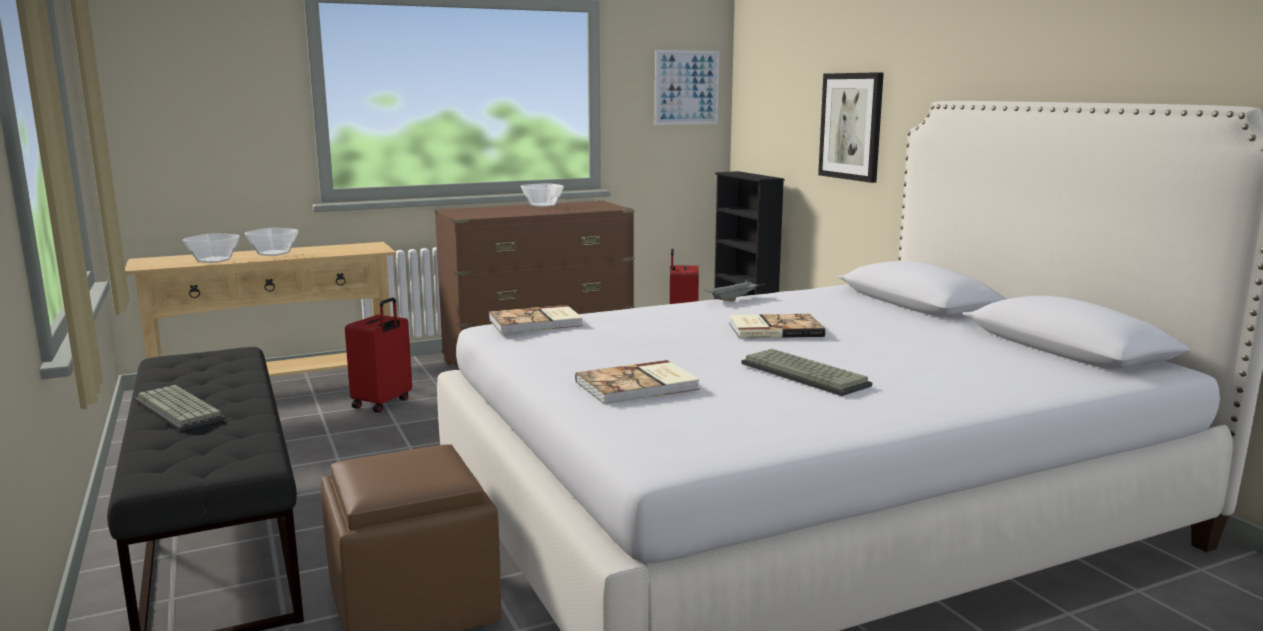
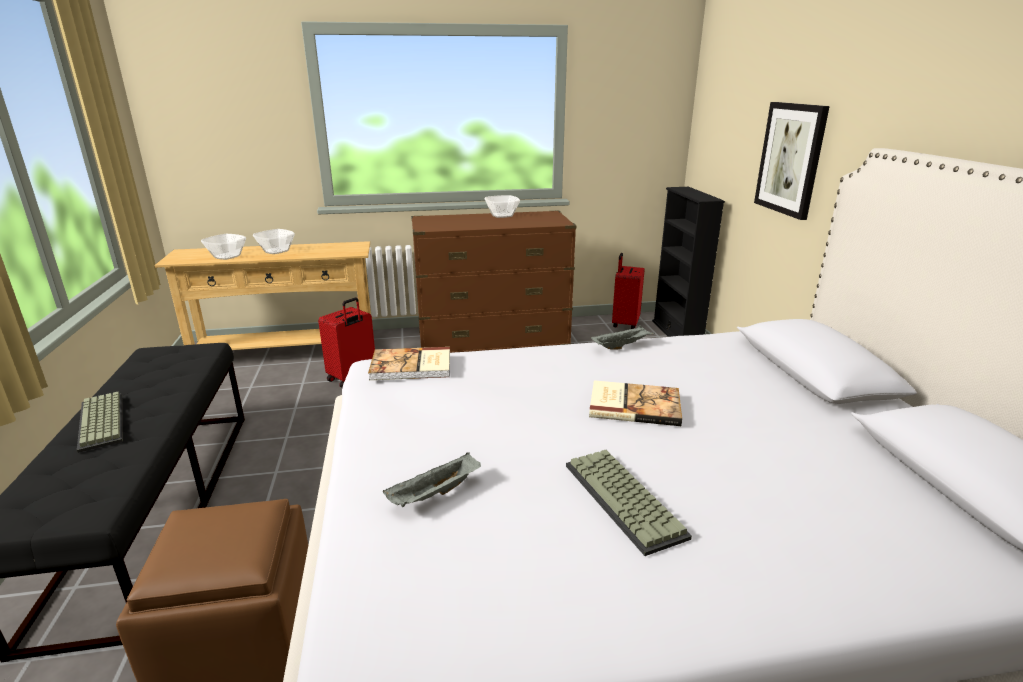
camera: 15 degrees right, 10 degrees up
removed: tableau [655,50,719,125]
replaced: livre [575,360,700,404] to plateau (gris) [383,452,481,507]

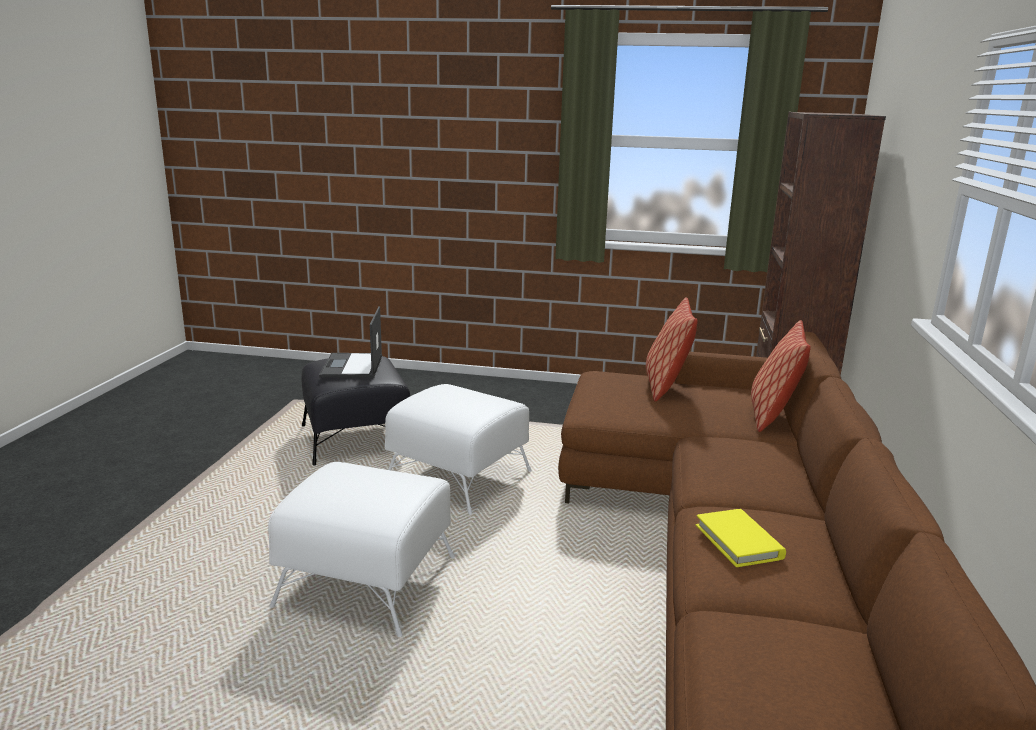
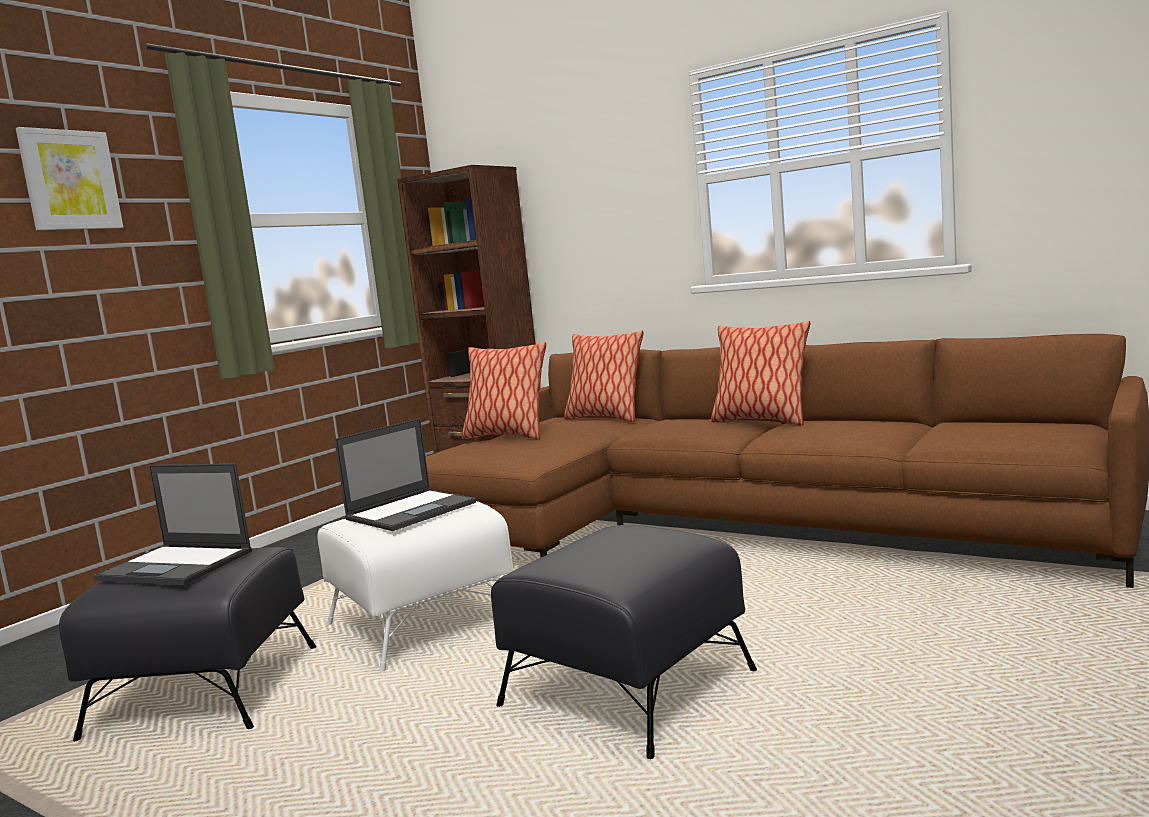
camera: 65 degrees left, 10 degrees down
removed: livre (jaune) [696,509,786,567]
added: tableau [16,127,123,230]; ordinateur portable [334,418,476,531]; coussin [711,321,810,425]
recoloured: pouf (blanc) [268,462,455,637] to pouf (noir) [491,525,757,759]

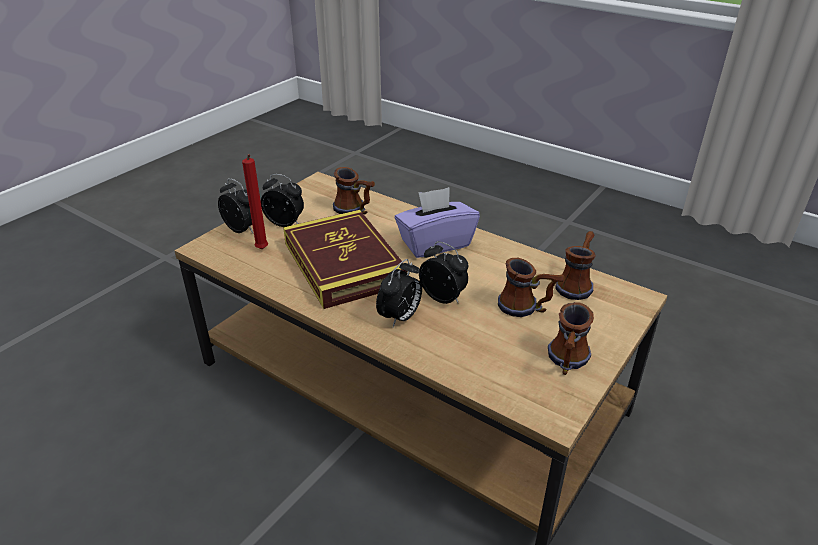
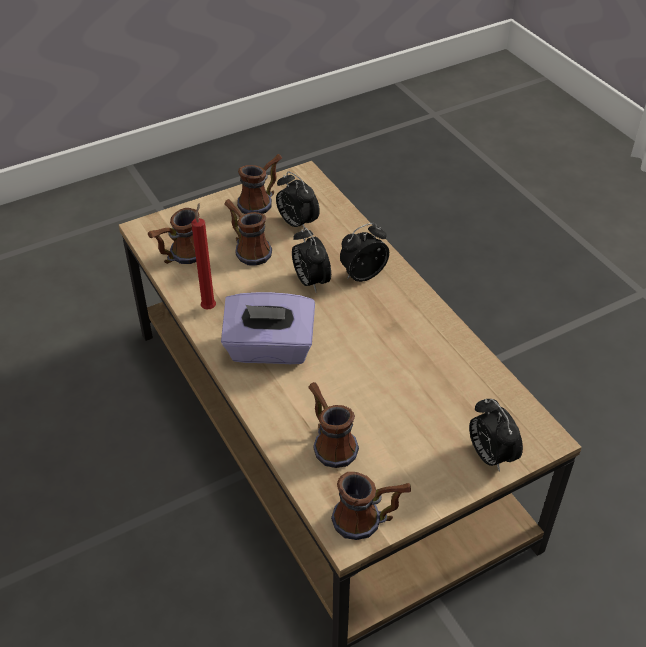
camera: 155 degrees left, 10 degrees up
removed: livre [283,210,408,309]
added: mug [331,472,411,540]
moved: bougie (rouge) [242,154,268,249] to [192,203,216,310]; réveil [261,174,304,227] to [276,171,320,230]

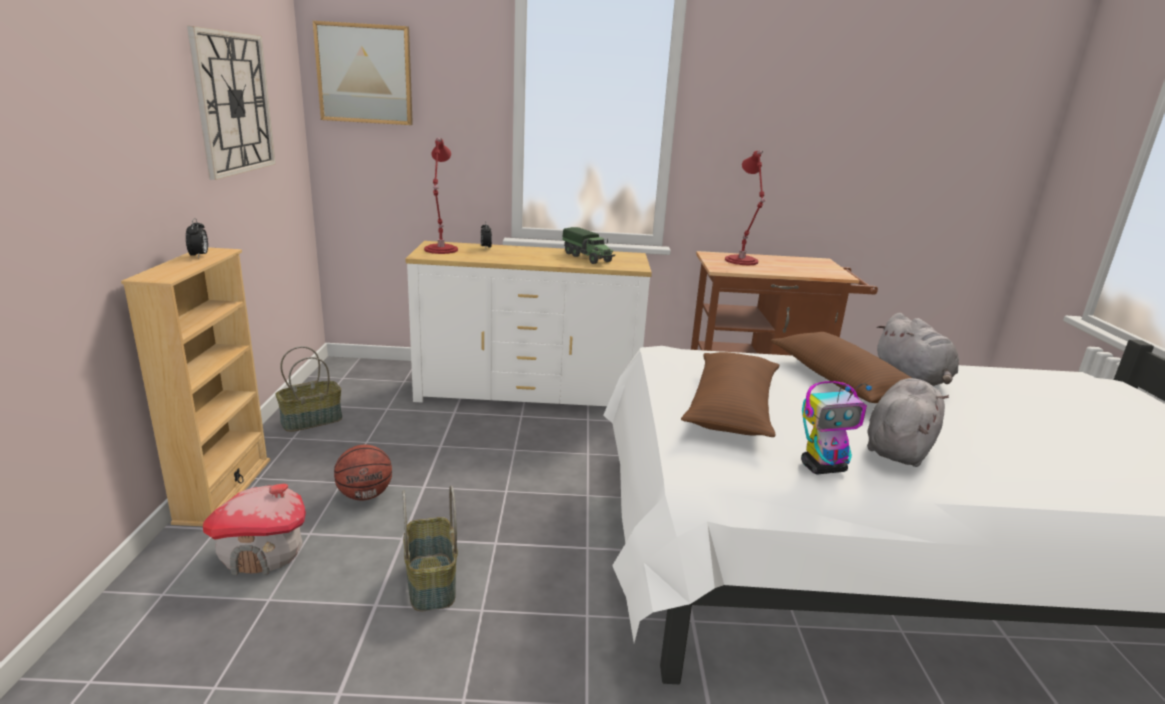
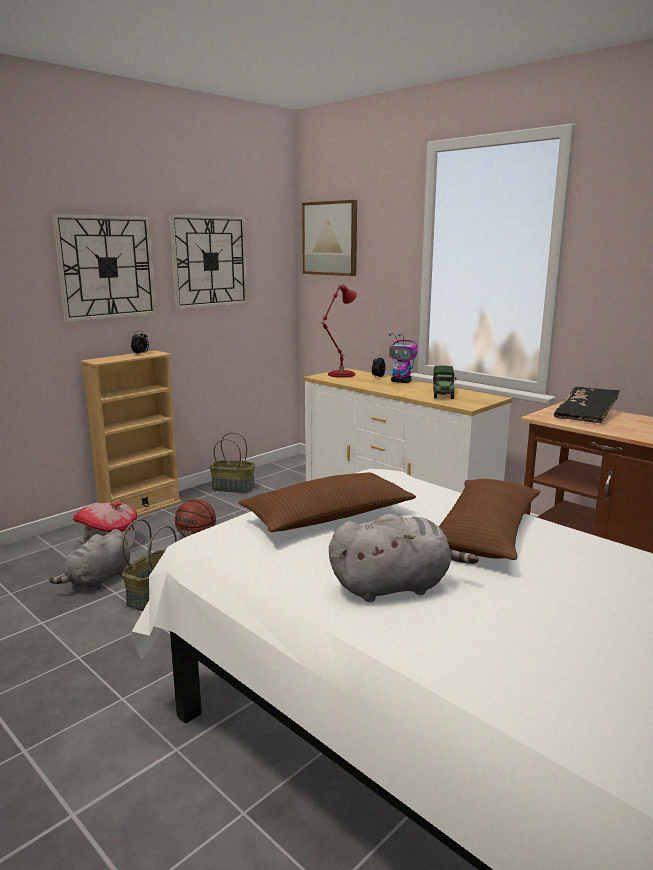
camera: 45 degrees right, 5 degrees down
added: horloge murale [52,214,157,322]
moved: peluche (gris) [876,313,959,386] to [49,529,130,590]; robot jouet [801,381,872,475] to [389,333,417,383]
replaced: lampe de table (rouge) [725,150,766,265] to livre (noir) [554,387,620,423]

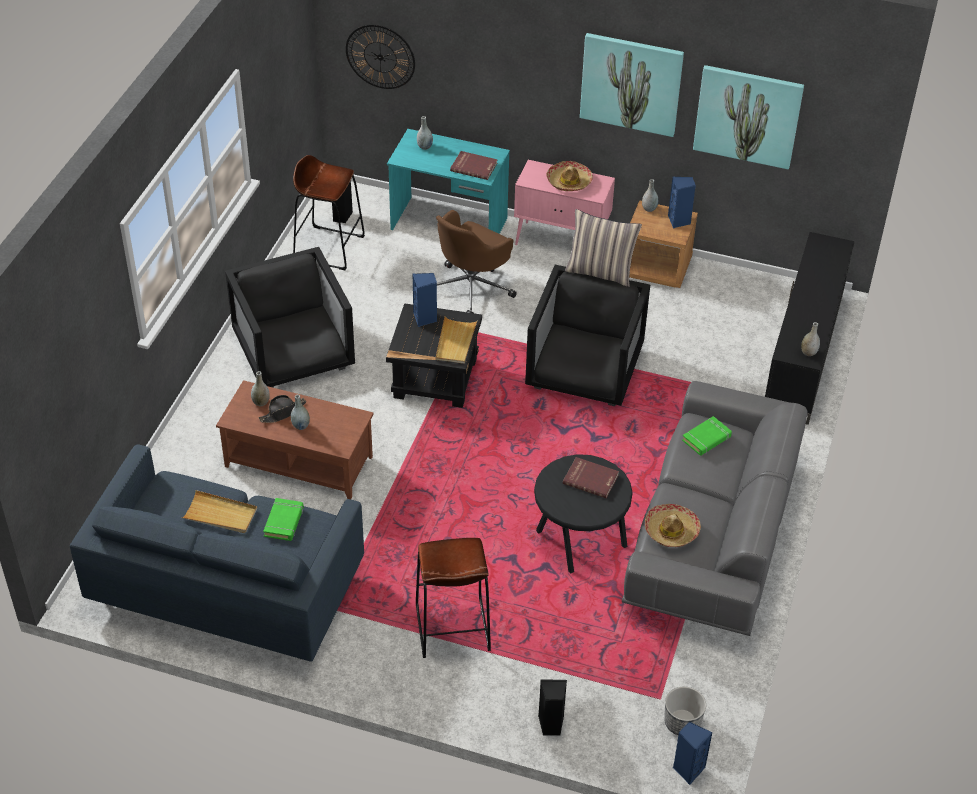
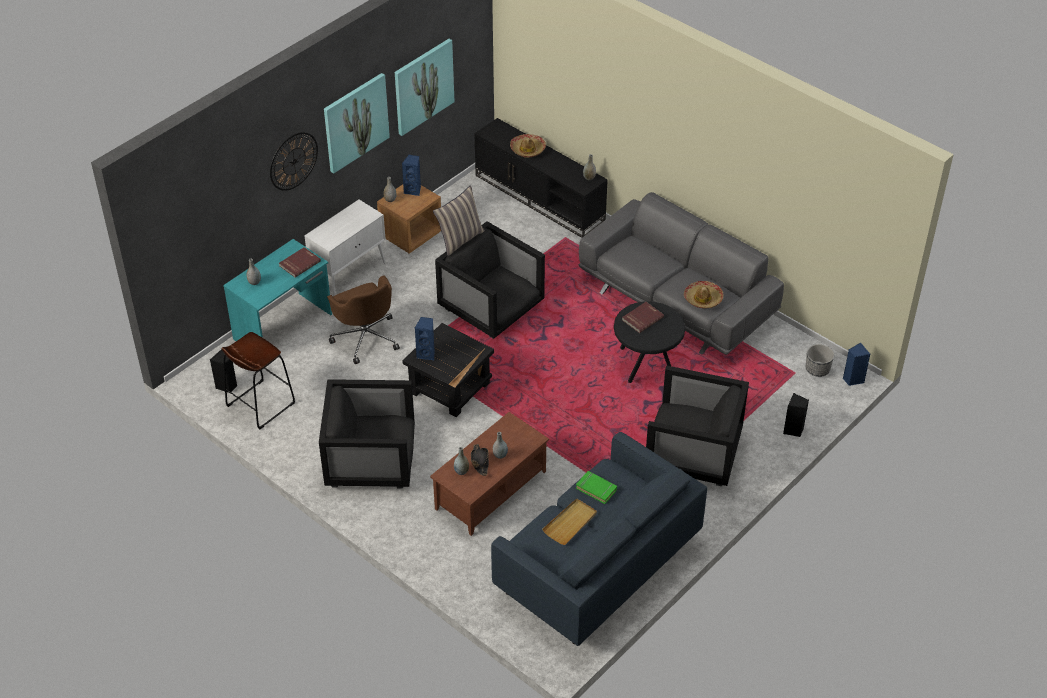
camera: 65 degrees left, 0 degrees up
removed: plateau (beige) [436,316,478,364]; livre (vert) [682,416,732,456]
moved: horloge murale [346,25,415,89] to [270,132,318,191]; chapeau [546,161,593,191] to [510,134,546,158]
replaced: tabouret (marron) [416,538,491,658] to fauteuil (noir) [646,366,749,486]
recoloured: meuble de rangement (rose) [514,160,615,245] to meuble de rangement (blanc) [305,200,386,296]

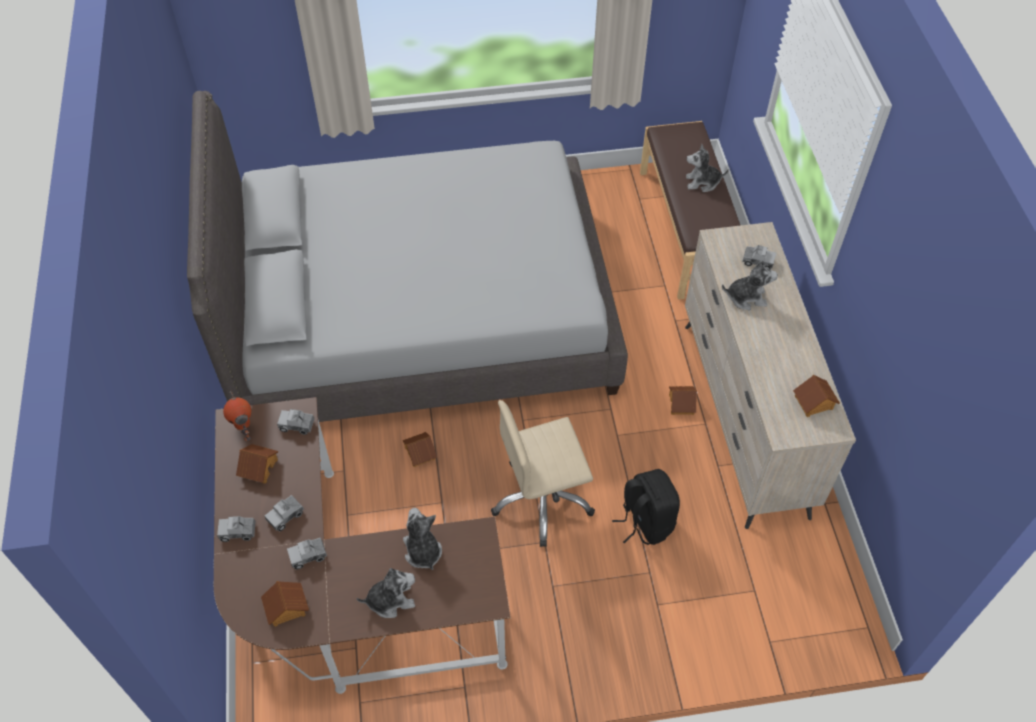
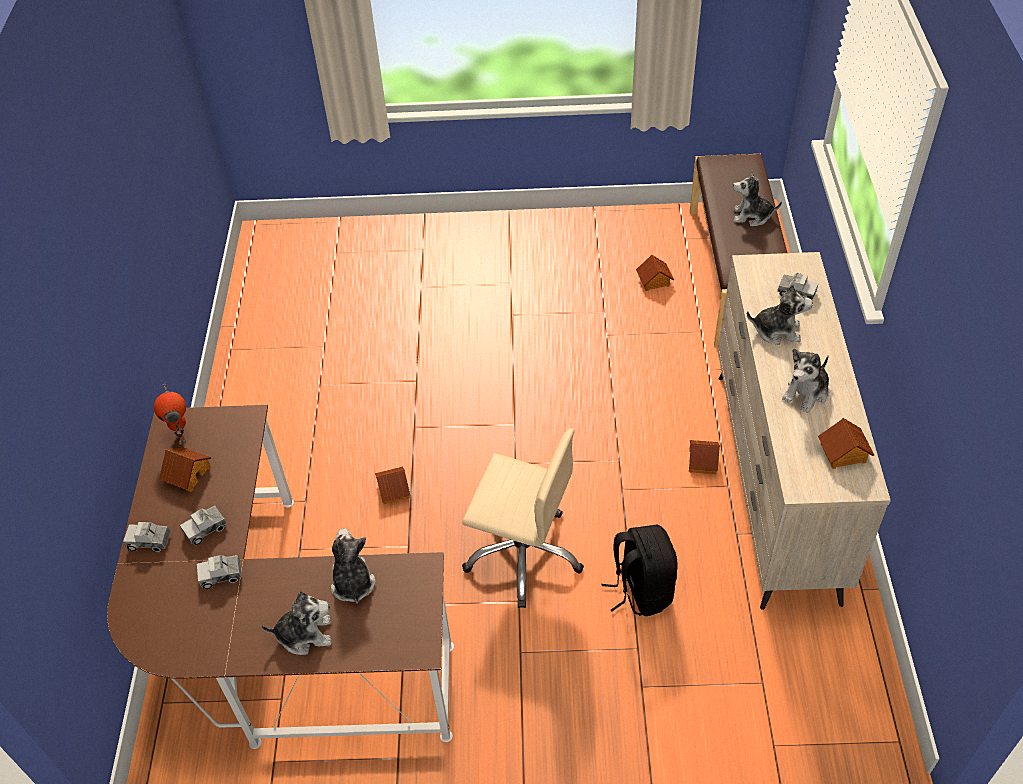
camera: 10 degrees right, 5 degrees down
removed: lit (gris) [187,91,628,422]; camion jouet [277,409,315,435]
added: peluche [782,349,829,413]
moved: maison miniature [261,581,309,627] to [636,255,674,291]
turned: chaise de bureau (beige) [491,400,595,547] = [462,428,584,608] 150 degrees counterclockwise

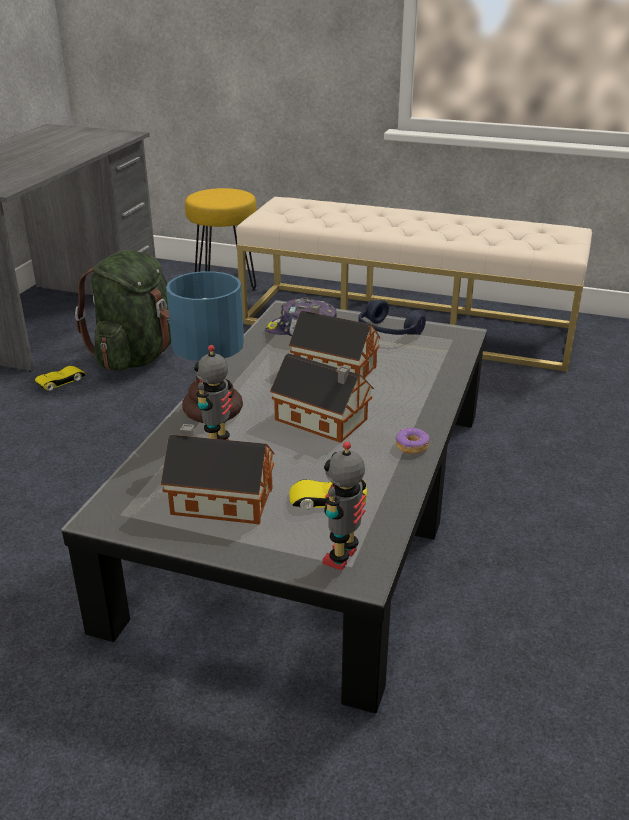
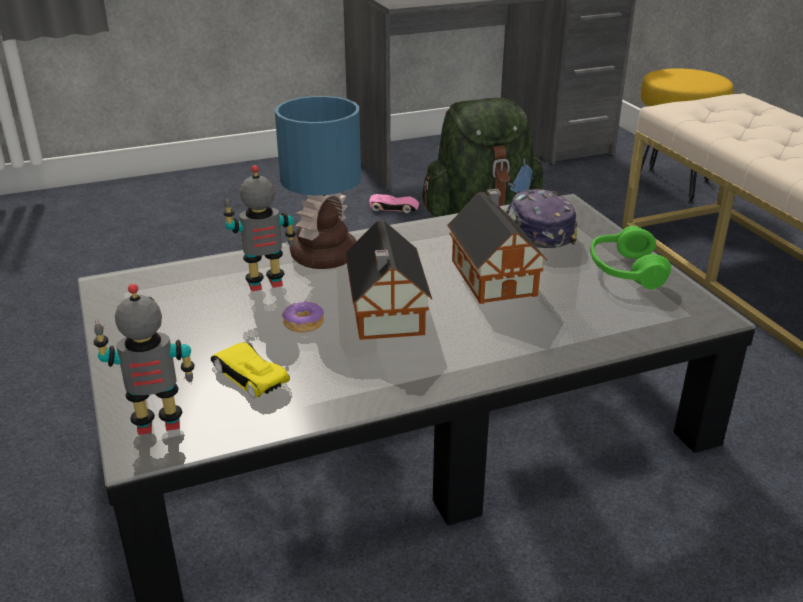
camera: 50 degrees right, 0 degrees up
removed: maison miniature [161,424,275,524]
moved: beignet [396,427,430,454] to [282,300,324,333]
recoloured: petite voiture (jaune) [35,366,86,391] to petite voiture (rose) [369,194,419,213]; casque audio (bleu) [358,300,426,335] to casque audio (vert) [590,226,671,290]

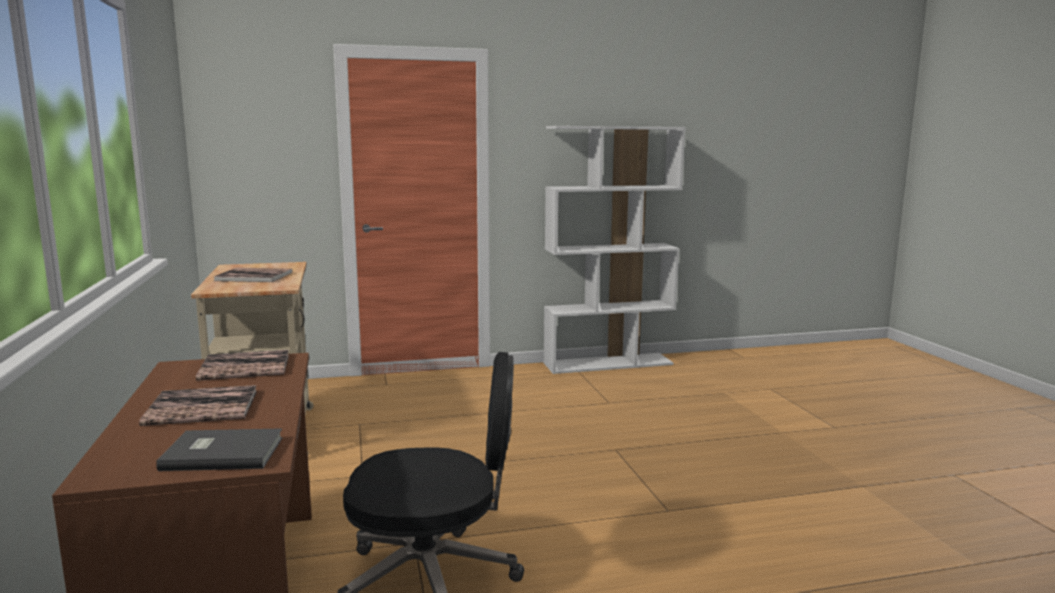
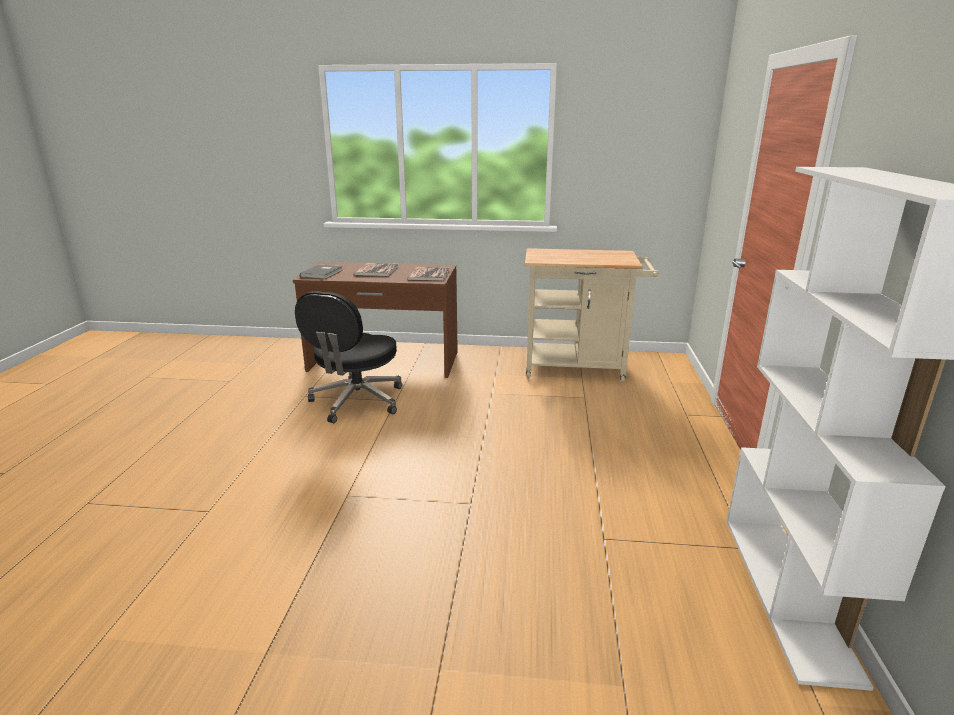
camera: 110 degrees right, 10 degrees up
removed: livre [214,268,293,282]

